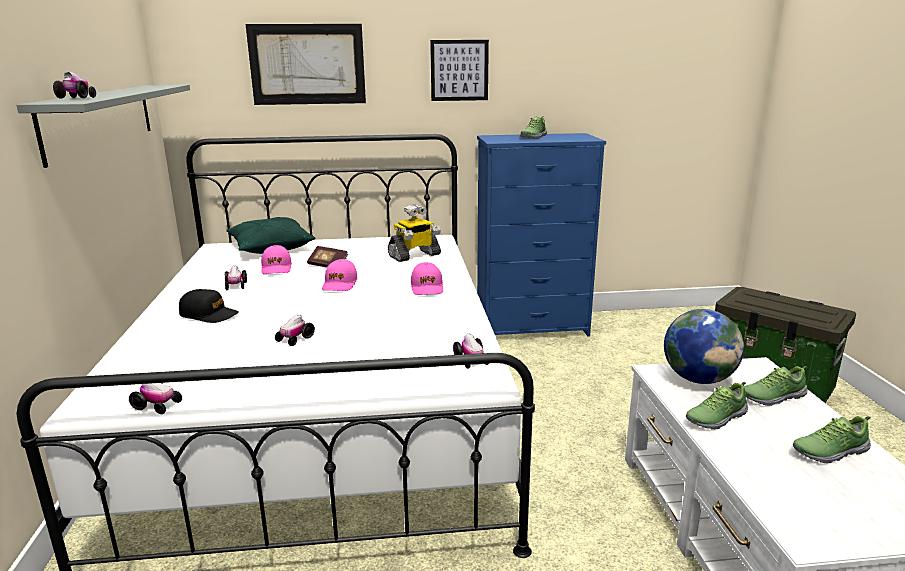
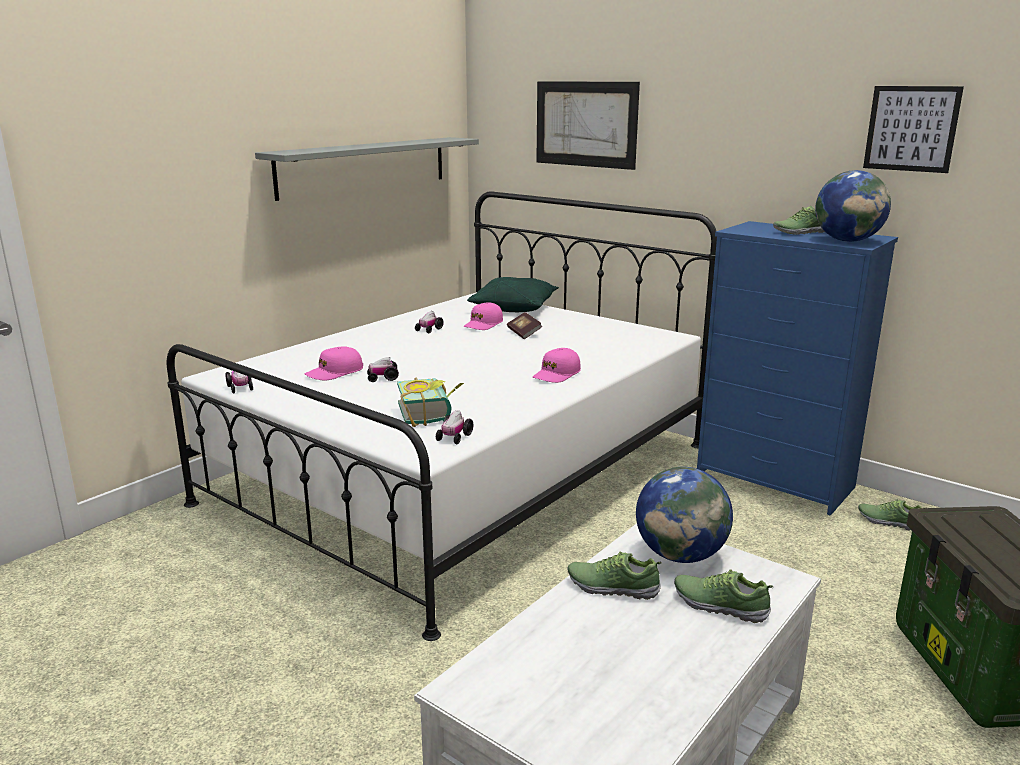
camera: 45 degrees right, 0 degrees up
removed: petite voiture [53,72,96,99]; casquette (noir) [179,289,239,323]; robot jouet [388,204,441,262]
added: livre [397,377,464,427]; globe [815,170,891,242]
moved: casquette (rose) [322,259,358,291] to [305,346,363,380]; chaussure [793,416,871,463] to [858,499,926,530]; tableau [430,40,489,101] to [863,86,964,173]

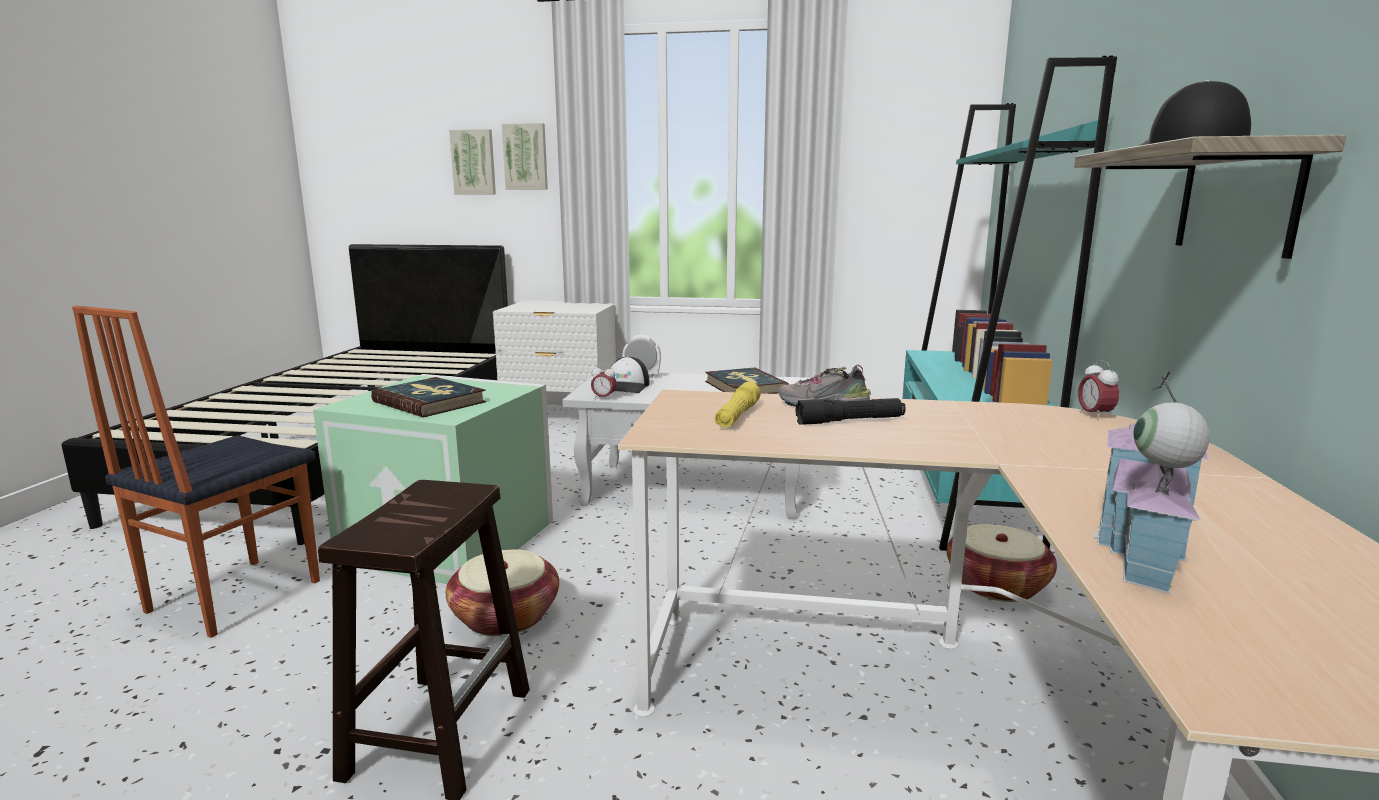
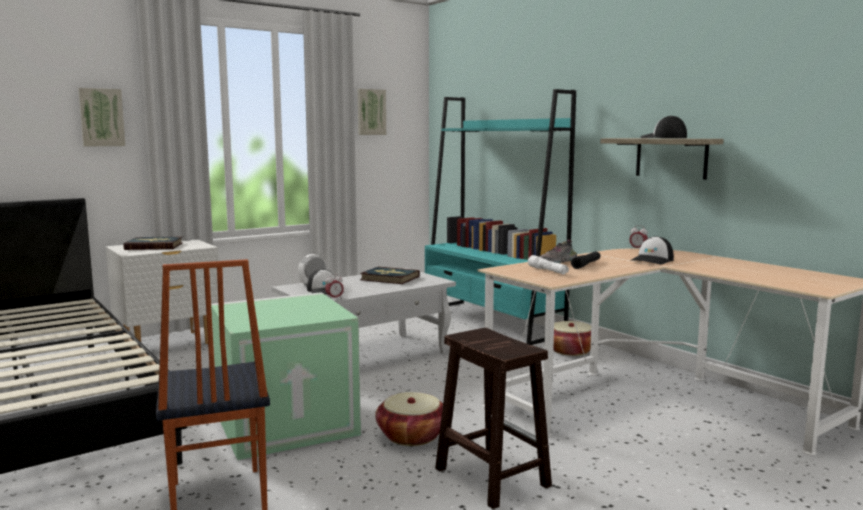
camera: 45 degrees left, 5 degrees down
removed: maison miniature [1093,371,1210,594]
added: casquette [630,236,674,265]
moved: livre [371,377,486,418] to [124,237,183,250]; tableau [449,129,496,195] to [358,89,386,135]
recoloured: lampe de poche (jaune) [714,382,761,428] to lampe de poche (blanc) [528,255,569,274]

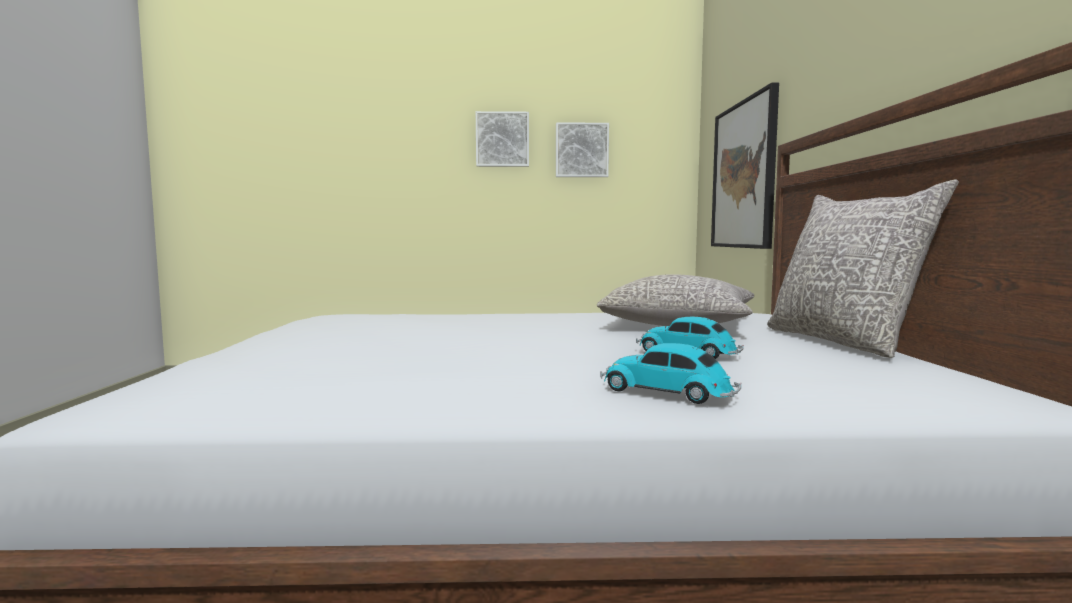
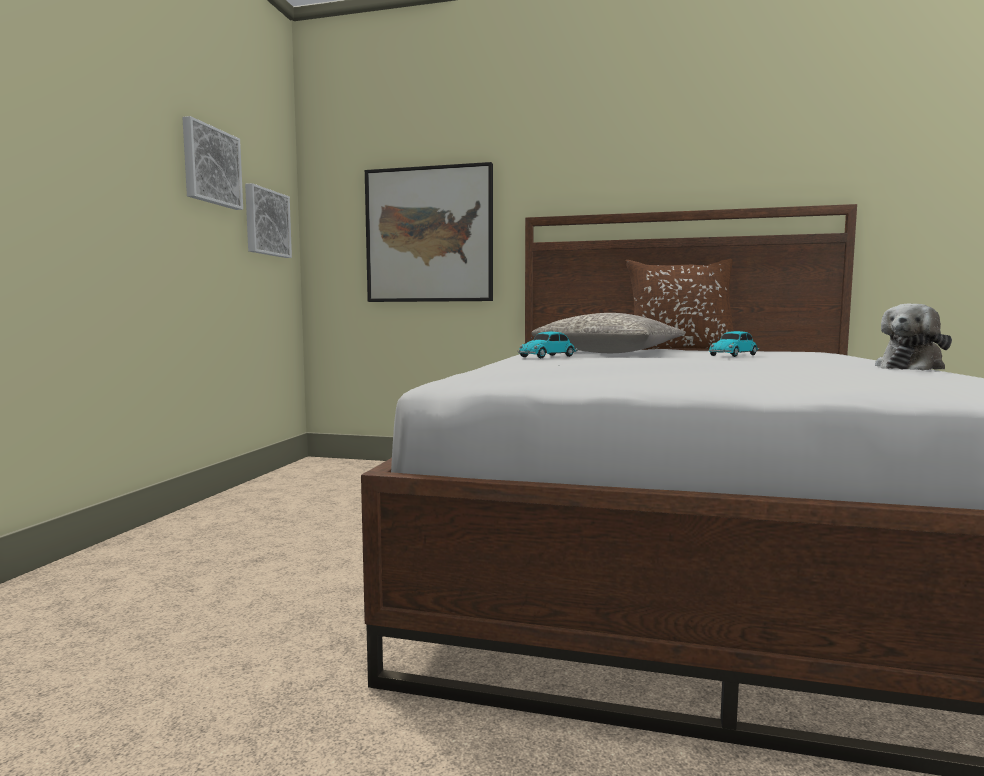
camera: 75 degrees left, 0 degrees up
added: peluche [875,304,952,371]
moved: tableau [476,111,529,167] to [245,183,292,258]; petite voiture [600,343,741,404] to [517,332,578,358]
recoloured: coussin (gris) [767,180,959,358] to coussin (marron) [625,259,734,350]

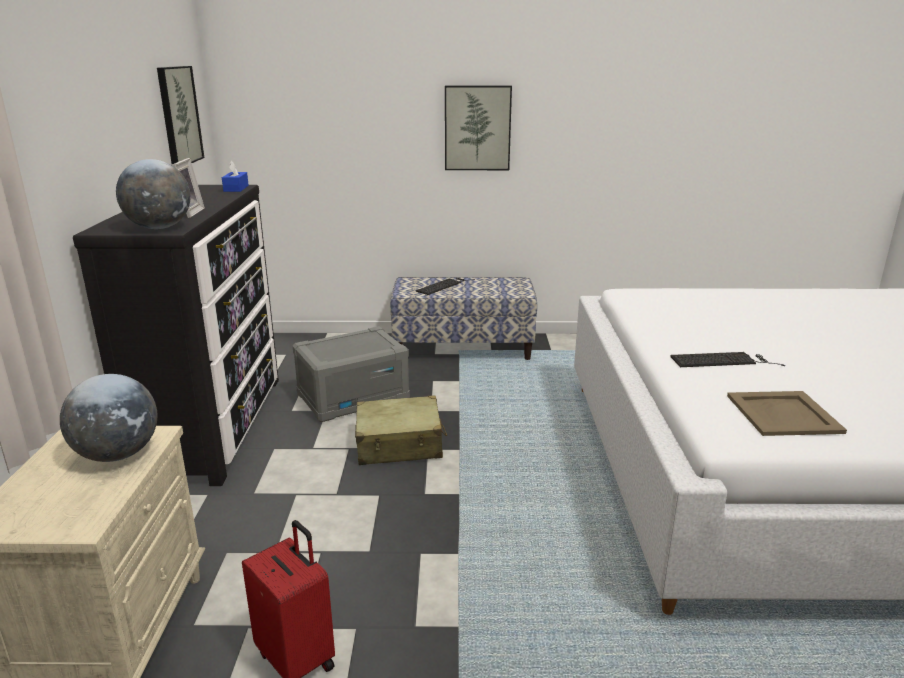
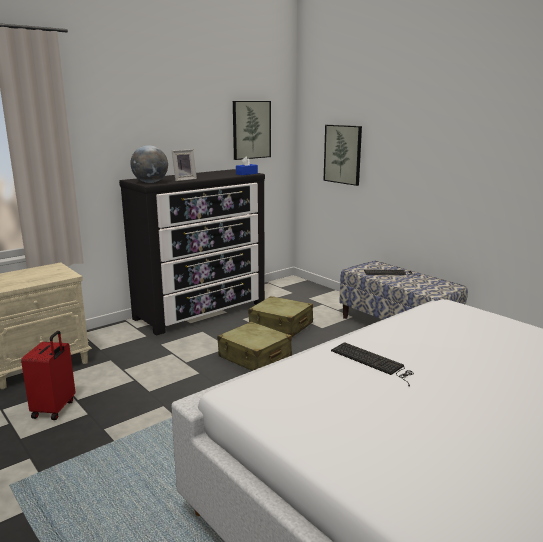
camera: 50 degrees right, 5 degrees down
removed: globe [60,374,157,462]; plateau (beige) [727,391,847,436]
moved: tableau [445,86,512,170] to [323,125,362,186]
replaced: boîte de rangement (gris) [293,326,410,422] to valise (beige) [248,296,313,337]

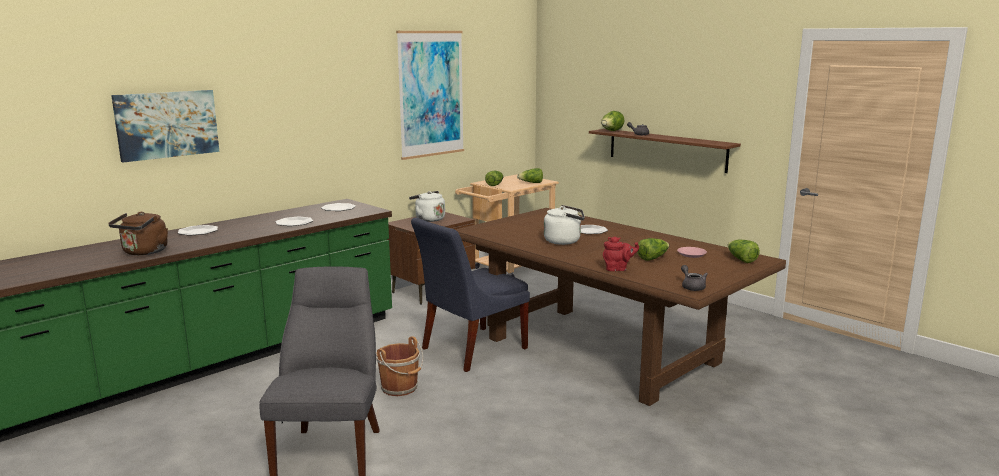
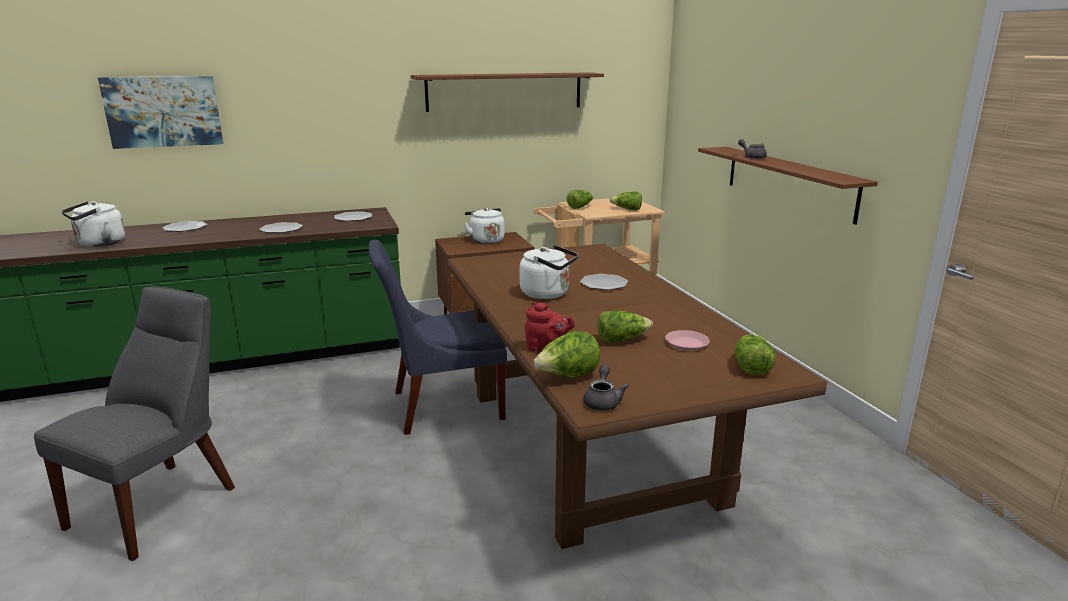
camera: 25 degrees right, 5 degrees up
removed: seau (marron) [376,336,423,396]
moved: laitue [601,111,625,131] to [534,331,601,378]
replaced: tableau [396,31,464,160] to étagère (marron) [411,72,604,112]
recoloured: bouilloire (marron) [108,212,168,255] to bouilloire (blanc) [61,201,125,247]

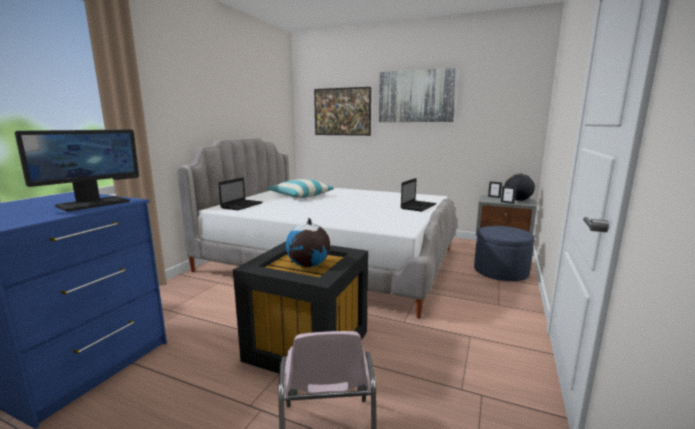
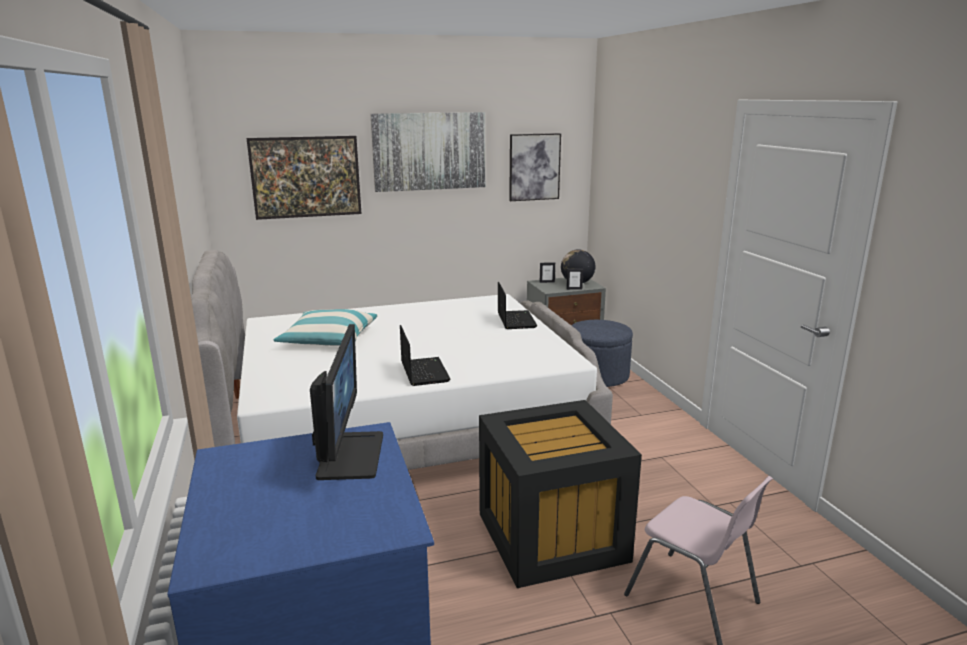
camera: 40 degrees left, 5 degrees up
removed: globe [286,218,330,267]
added: tableau [509,133,561,201]
moved: ordinateur portable [218,178,262,210] to [400,325,451,386]

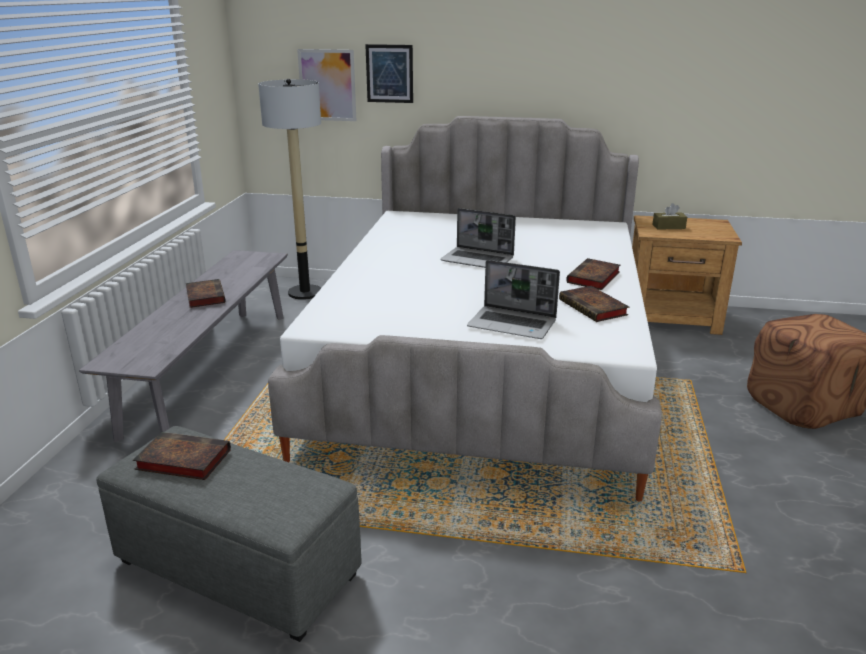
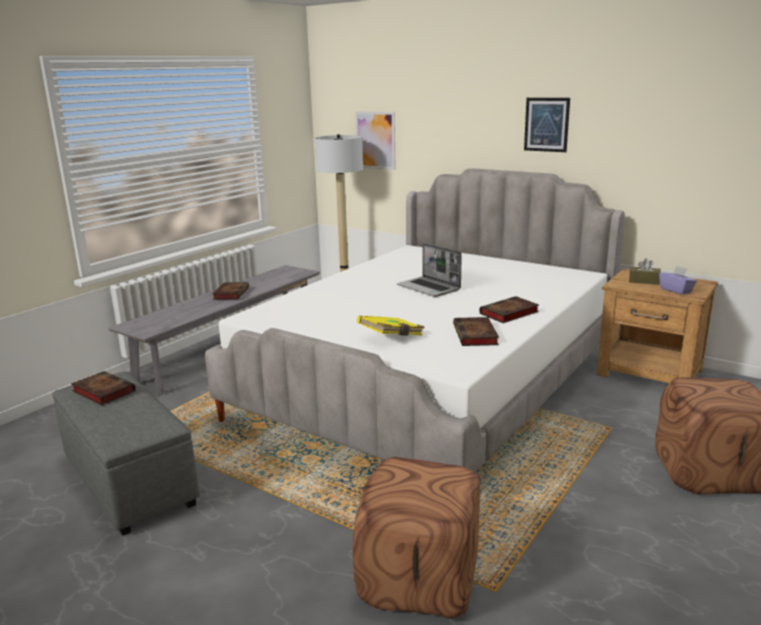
camera: 25 degrees right, 5 degrees down
added: pouf (marron) [353,457,481,619]; boîte à mouchoirs (violet) [659,266,697,295]
moved: tableau [365,44,413,103] to [524,98,570,152]
replaced: ordinateur portable [467,260,560,339] to livre (jaune) [357,316,425,336]

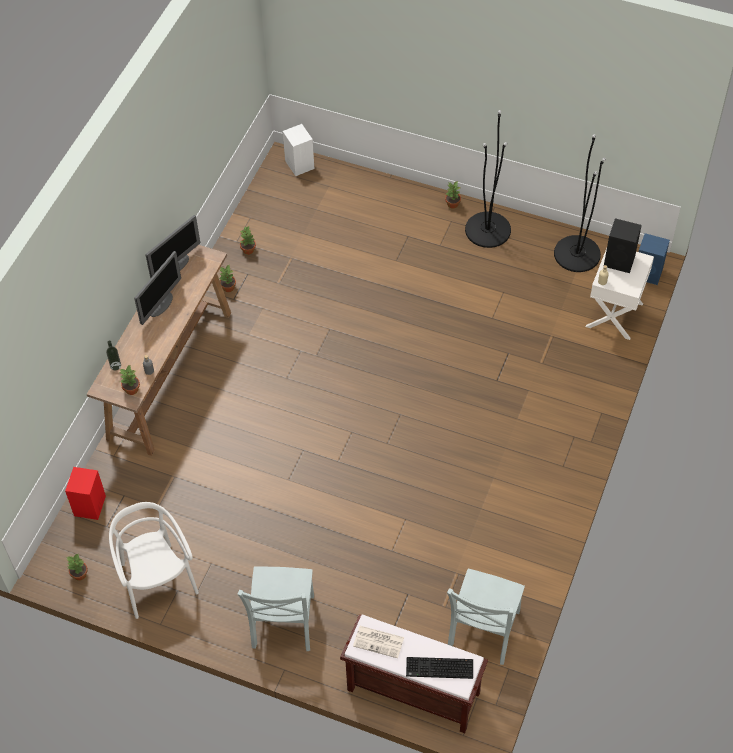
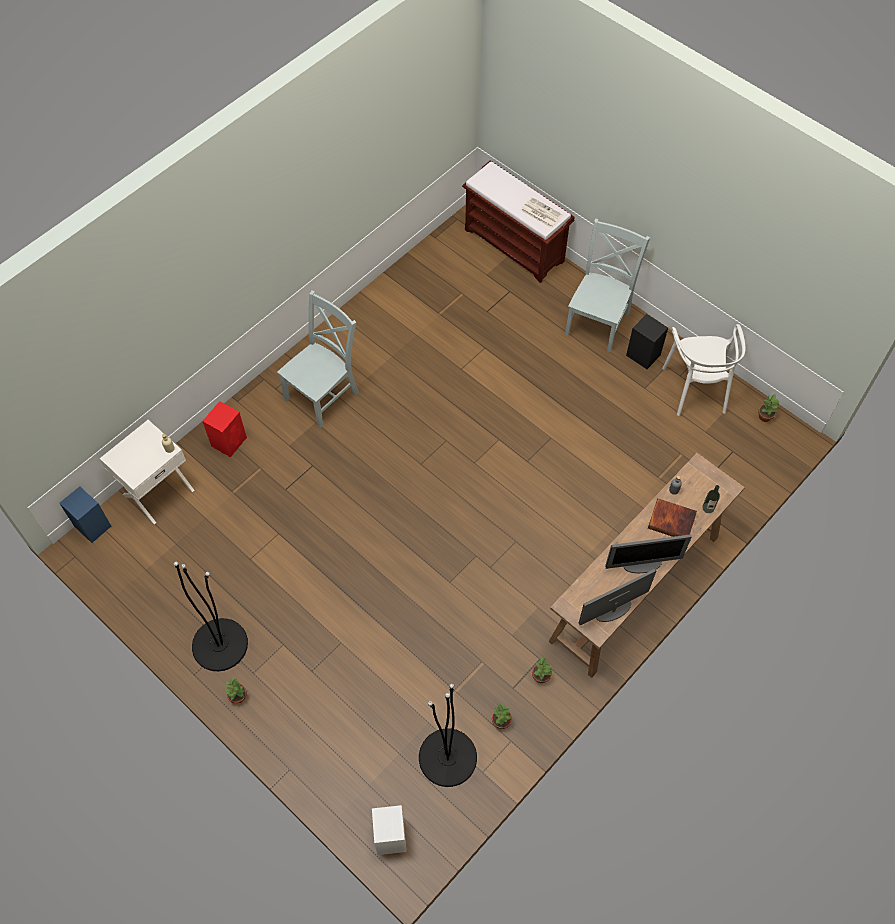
camera: 160 degrees left, 5 degrees up
removed: plante en pot [120,365,140,395]; clavier [406,657,473,679]
added: livre [648,498,697,537]
moved: enceinte (rouge) [65,467,106,520] to [203,401,247,457]; chaise (gris) [447,569,525,665] to [277,290,359,428]; lampadaire (noir) [554,134,606,272] to [419,684,477,787]; enceinte (noir) [604,218,642,273] to [626,314,668,369]
turned: écran d'ordinateur [134,251,181,325] = [605,534,692,573] 150 degrees counterclockwise

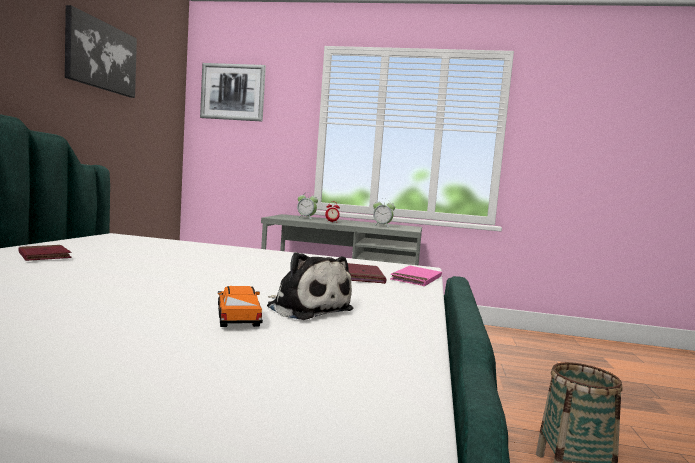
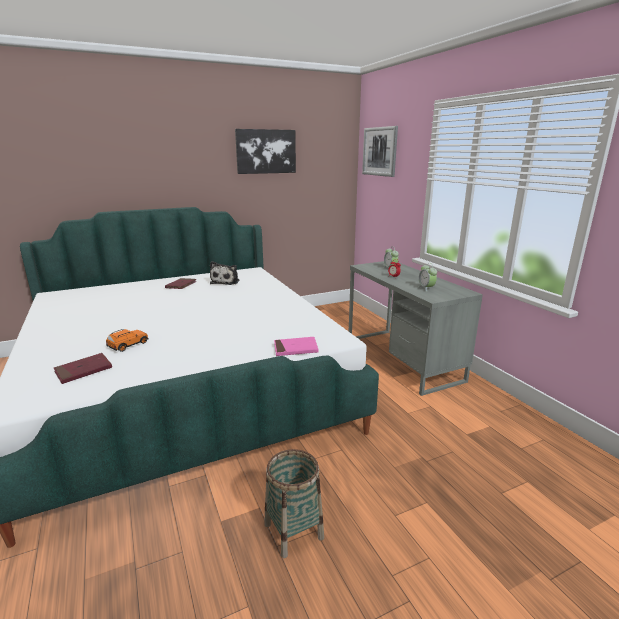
camera: 55 degrees right, 15 degrees up
moved: livre (rouge) [348,263,386,284] to [54,353,112,384]; peluche [267,252,353,320] to [210,261,240,285]

